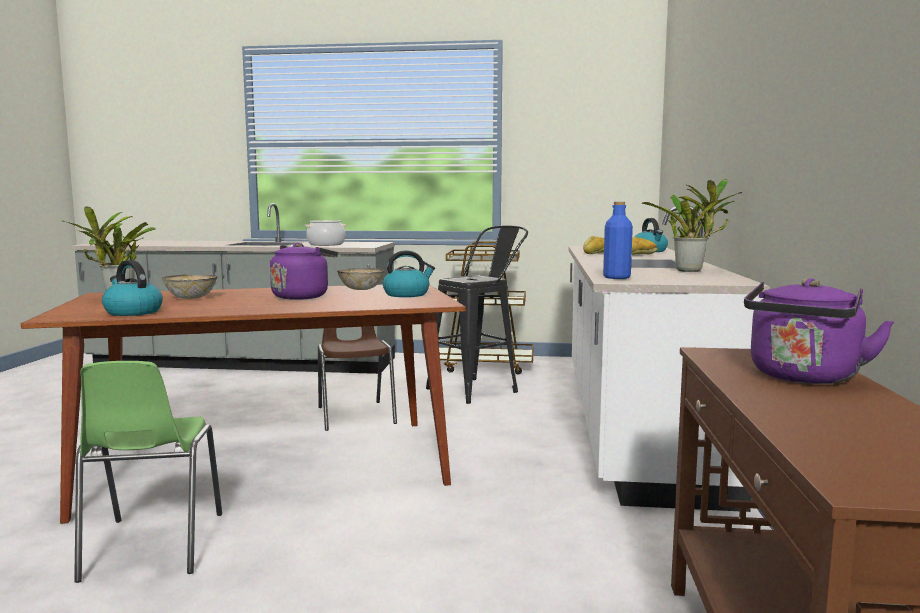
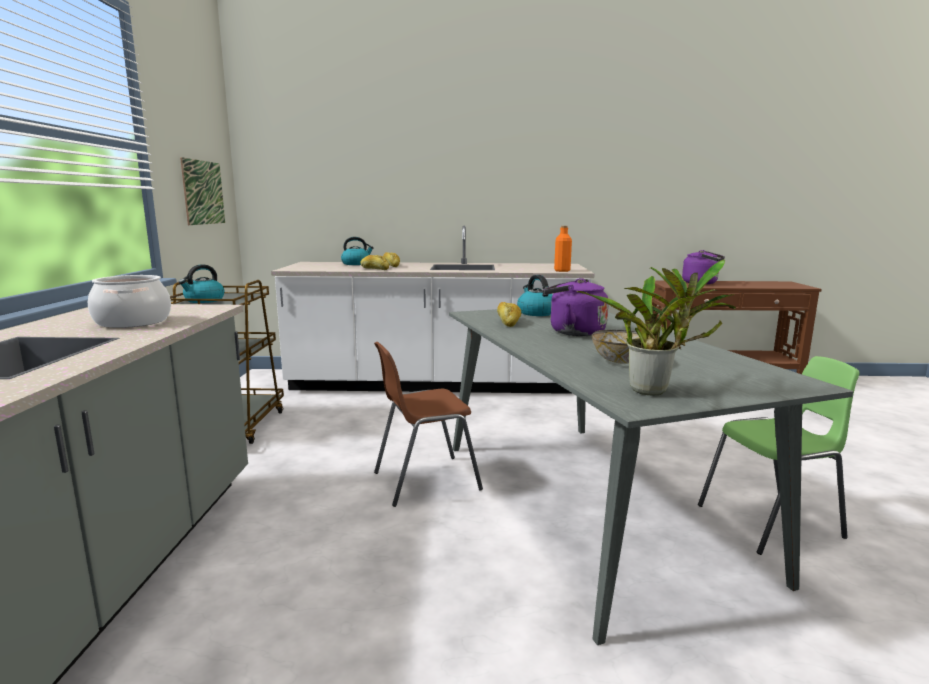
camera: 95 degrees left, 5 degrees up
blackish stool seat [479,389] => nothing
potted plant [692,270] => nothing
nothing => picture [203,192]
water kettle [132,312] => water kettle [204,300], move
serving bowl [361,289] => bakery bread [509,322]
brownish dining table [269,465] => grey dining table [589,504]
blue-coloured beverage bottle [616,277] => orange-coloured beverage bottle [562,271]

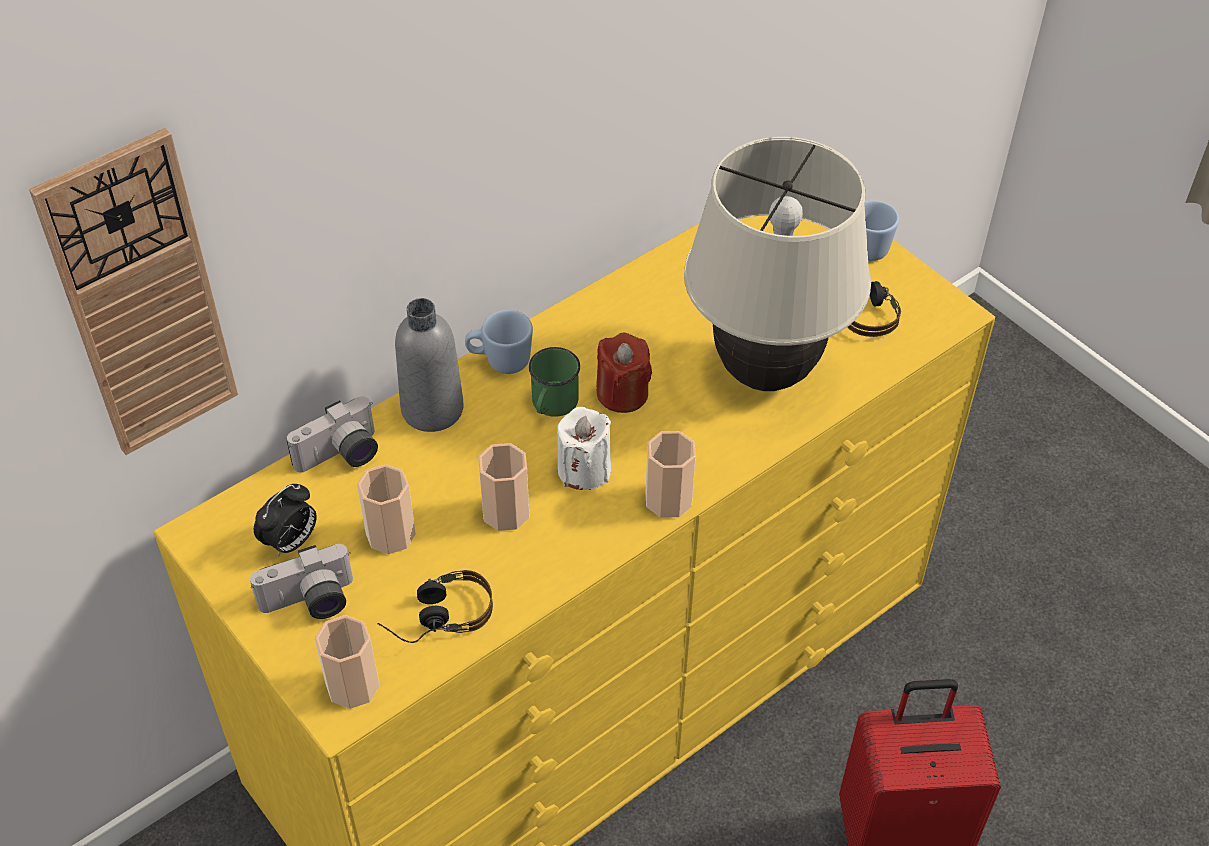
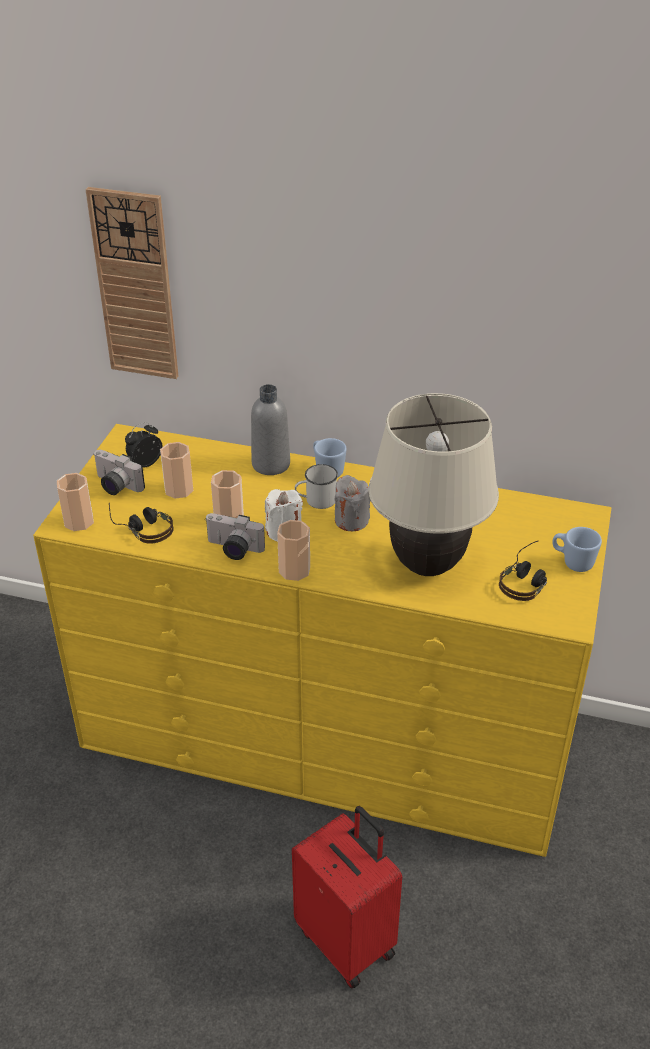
camera: 55 degrees right, 10 degrees down
photo camera [341,457] => photo camera [233,549], move
greenish coffee mug [552,405] => whitish coffee mug [316,500]
red candle [622,393] => grey candle [351,520]
table clock [291,542] => table clock [145,463], 135 degrees clockwise

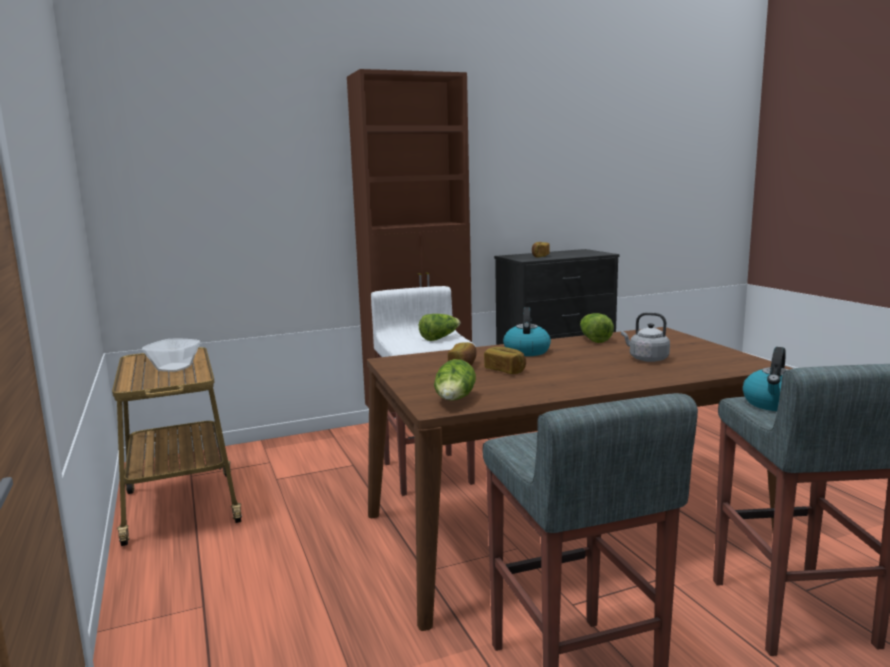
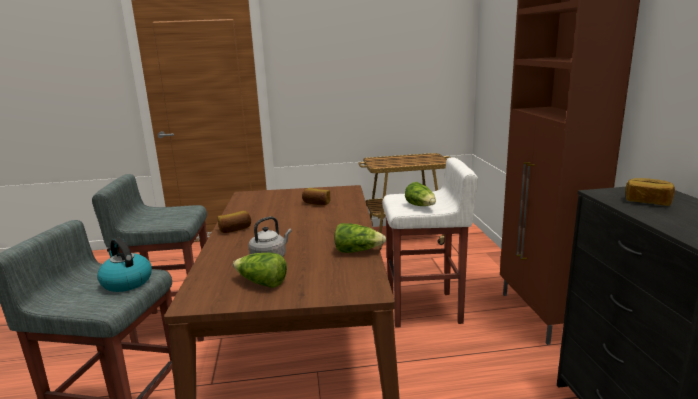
camera: 105 degrees right, 5 degrees up
serving bowl [175,367] => nothing
water kettle [526,351] => nothing
lettuce [454,400] => lettuce [261,283], move
bakery bread [505,370] => bakery bread [235,229], move

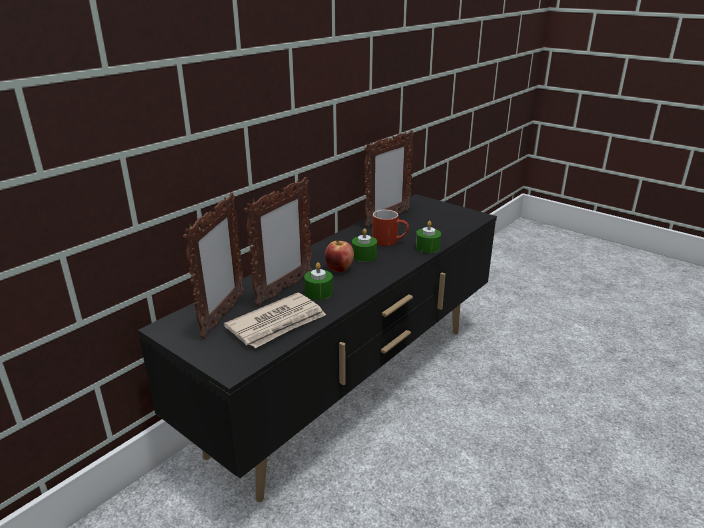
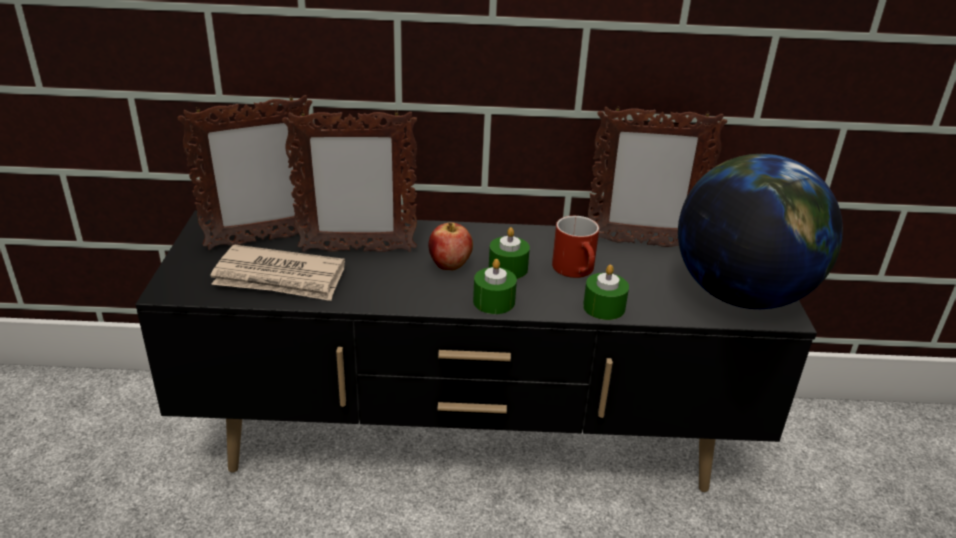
camera: 50 degrees right, 5 degrees up
nothing => desk globe [741,294]
greenish candle [318,292] => greenish candle [494,301], move

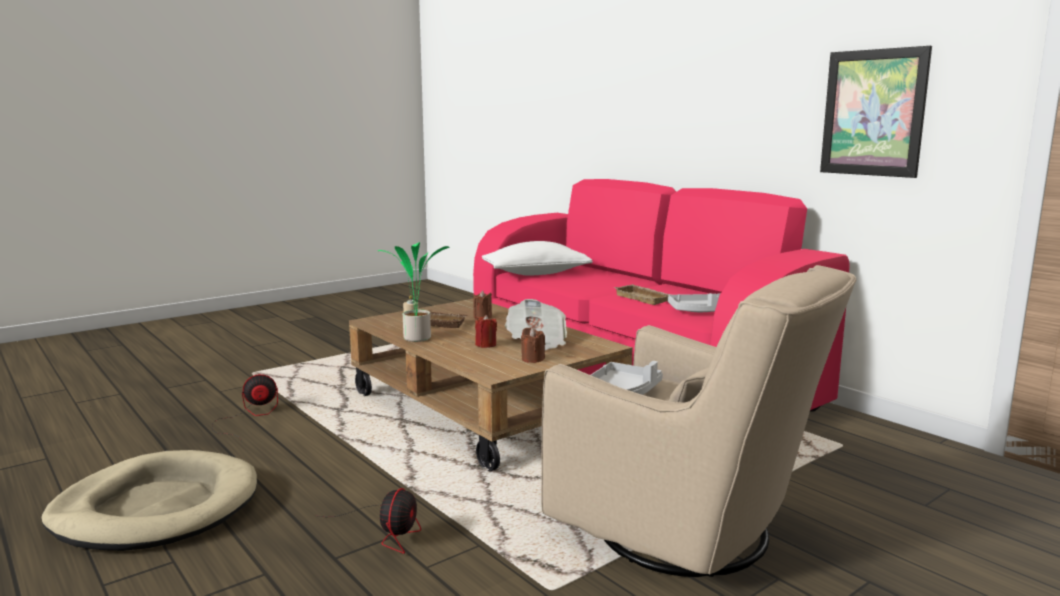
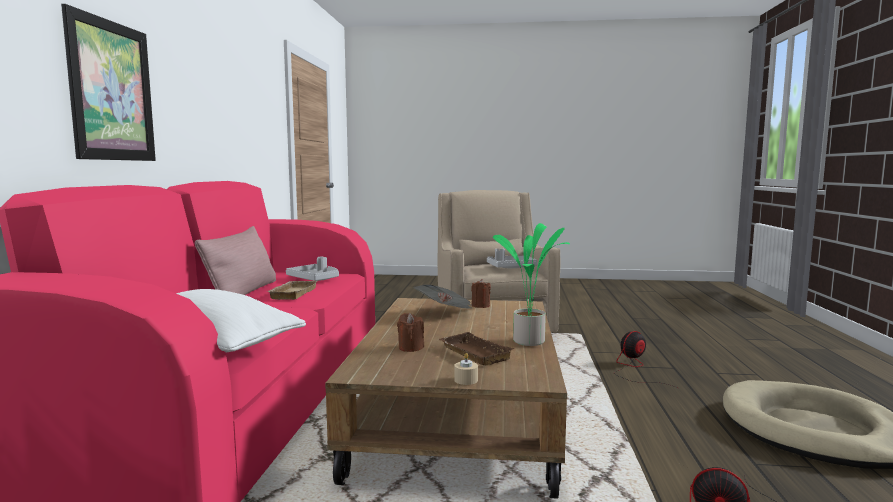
camera: 135 degrees left, 5 degrees down
red candle [485,345] => nothing
nothing => pink throw pillow [243,293]
picture [873,113] => picture [111,91], move

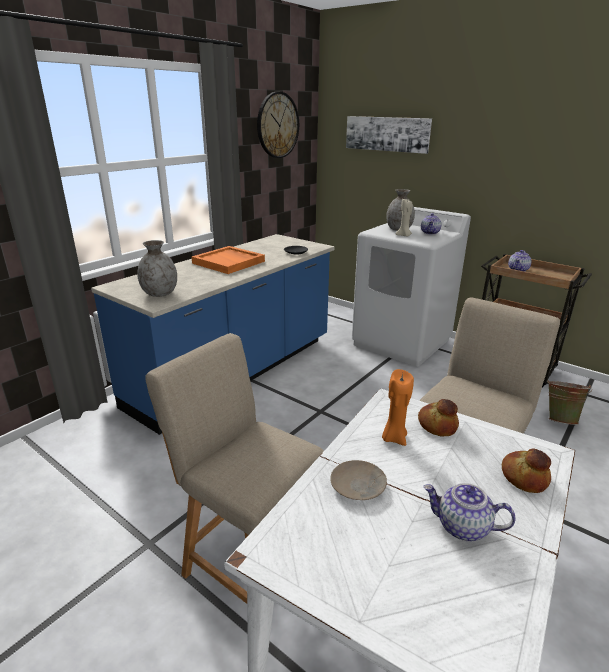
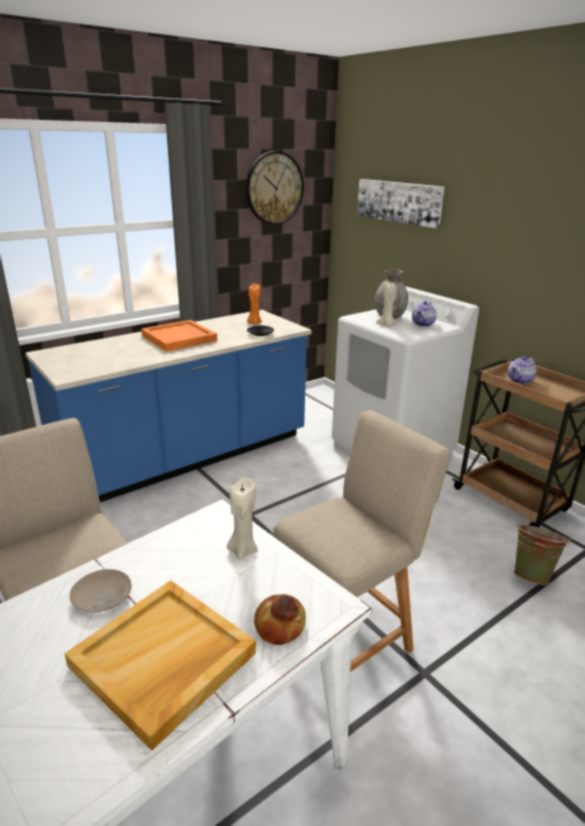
camera: 15 degrees right, 0 degrees up
grey vase [159,293] => nothing
orange-coloured candle [394,438] => orange-coloured candle [254,323], move
bakery bread [437,425] => beige-coloured candle [242,550]
tea pot [462,527] => beige-coloured serving tray [163,661]

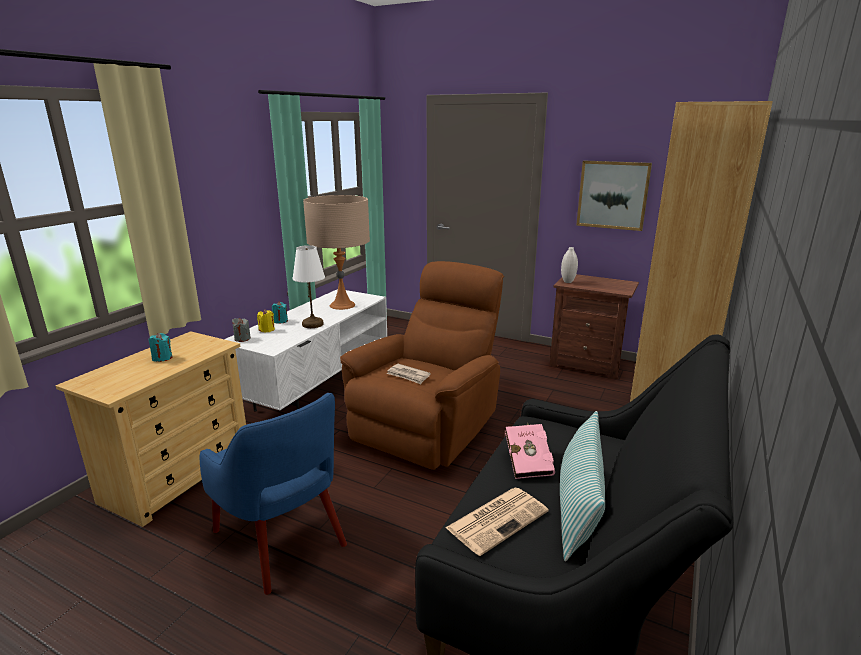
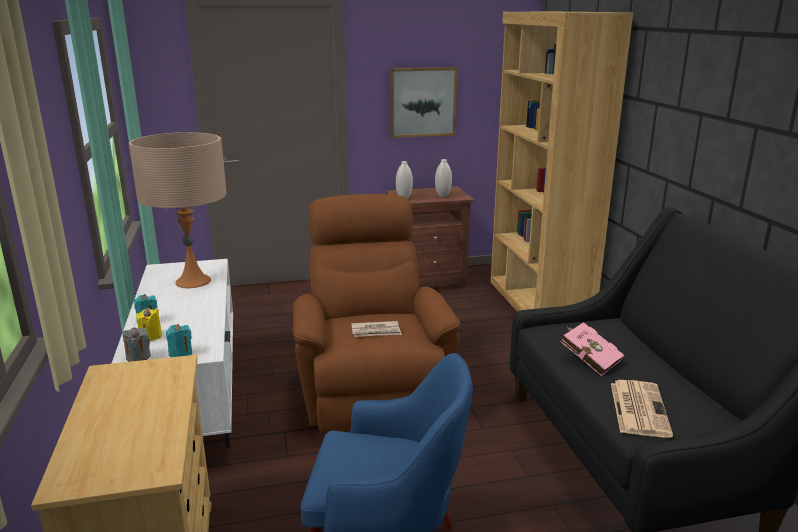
camera: 40 degrees left, 0 degrees up
whitish tabletop lamp [312,324] => nothing
throw pillow [578,507] => nothing
nothing => whitish vase [443,196]
turquoise-coloured candle [162,358] => turquoise-coloured candle [180,354], move

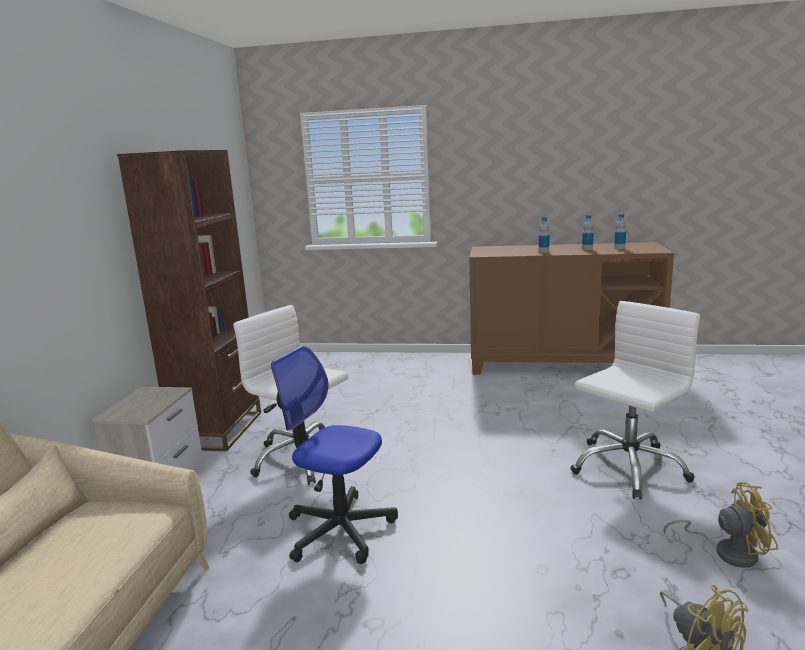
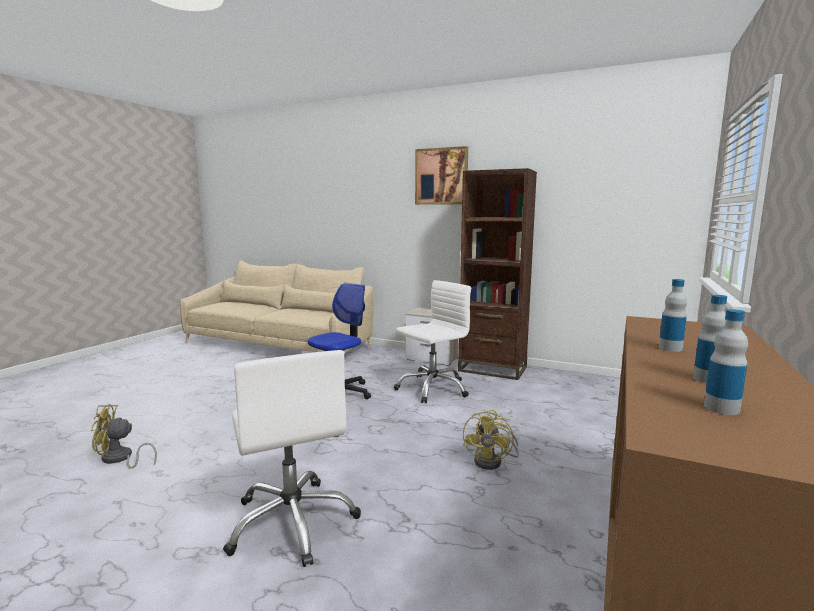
camera: 105 degrees right, 5 degrees down
nothing => picture [441,176]
yellow-coloured fan [727,552] => yellow-coloured fan [493,462], move

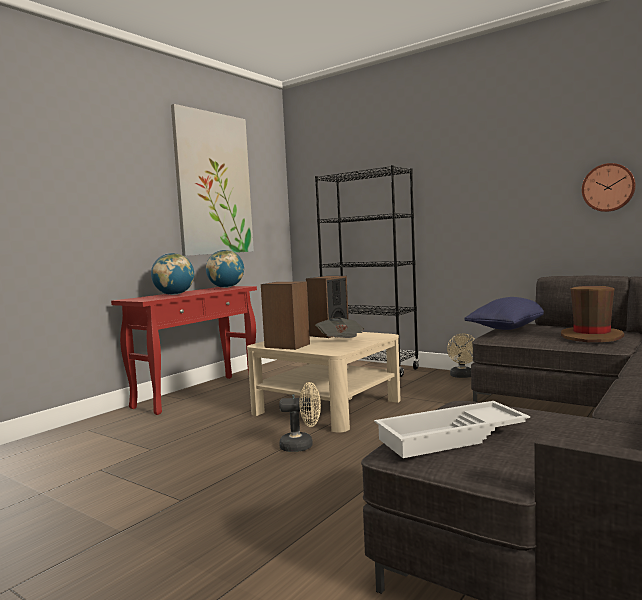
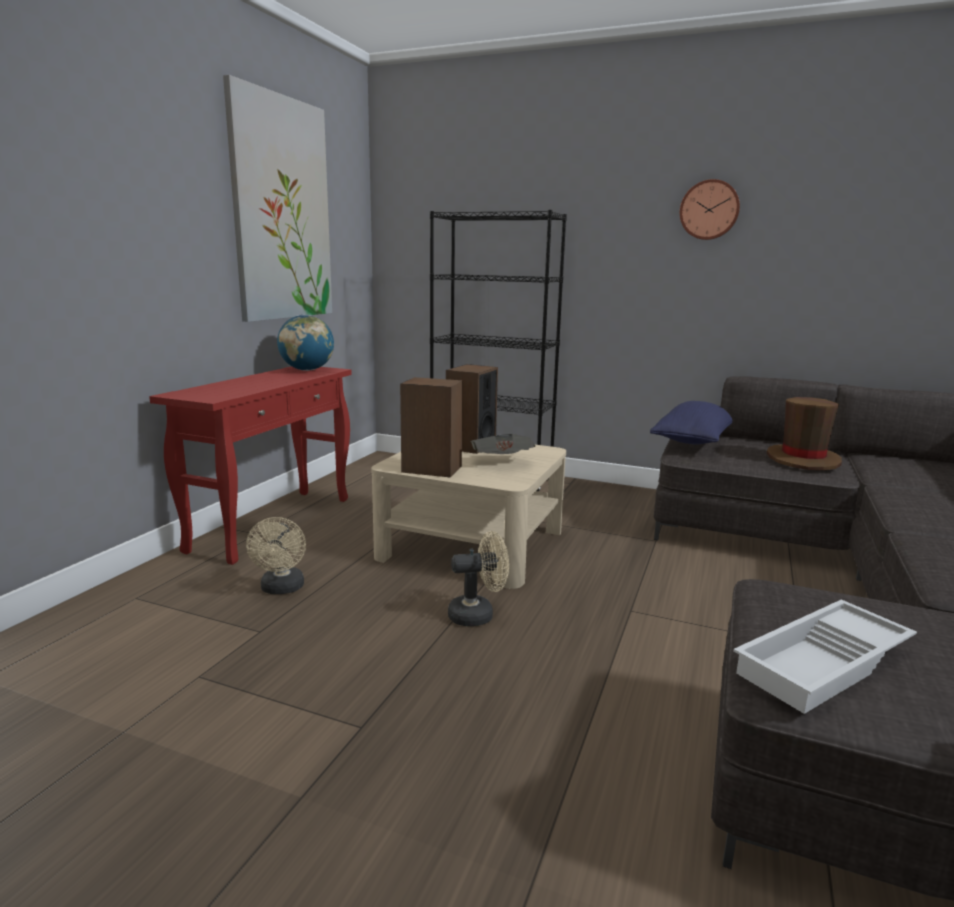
camera: 15 degrees left, 10 degrees up
desk globe [174,294] => nothing
beige-coloured fan [462,376] => beige-coloured fan [282,589], move
hanging clock [608,187] => hanging clock [709,210], move

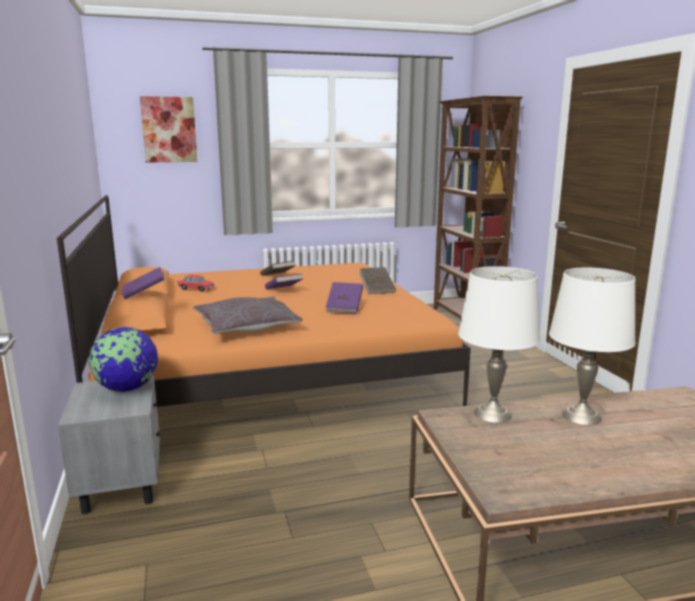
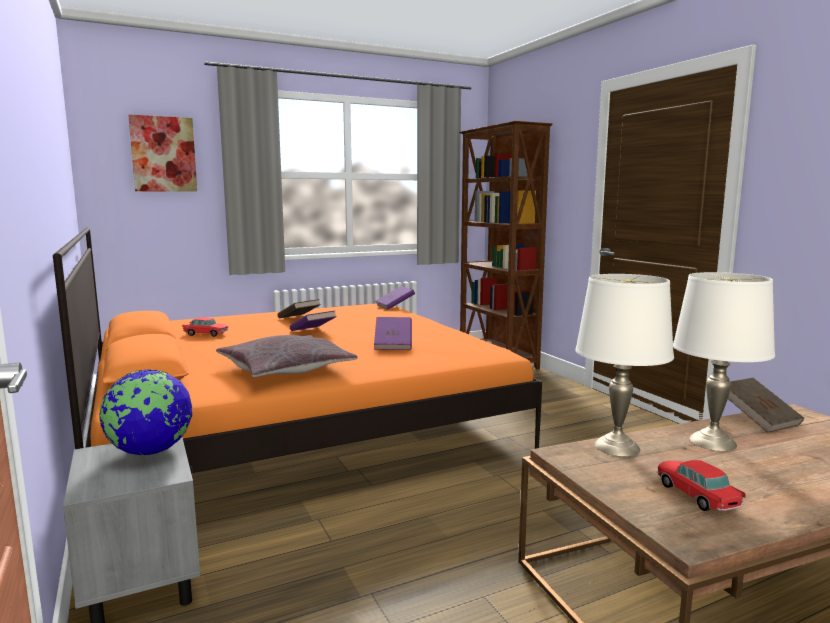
camera: 10 degrees left, 5 degrees down
nothing => toy car [696,495]
purplish book [144,293] => purplish book [395,306], move
brownish book [377,289] => brownish book [758,419], move

